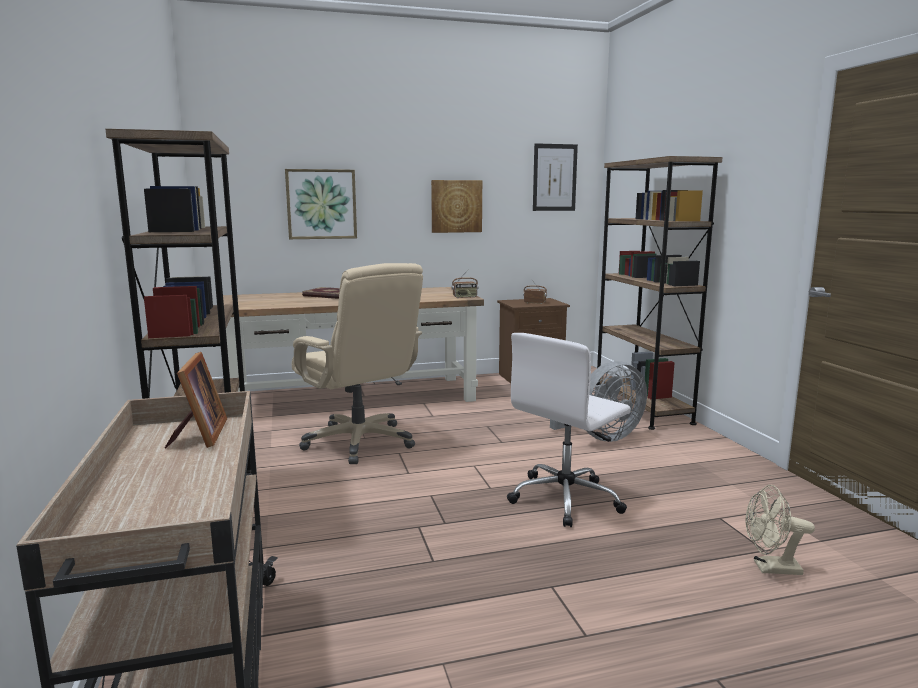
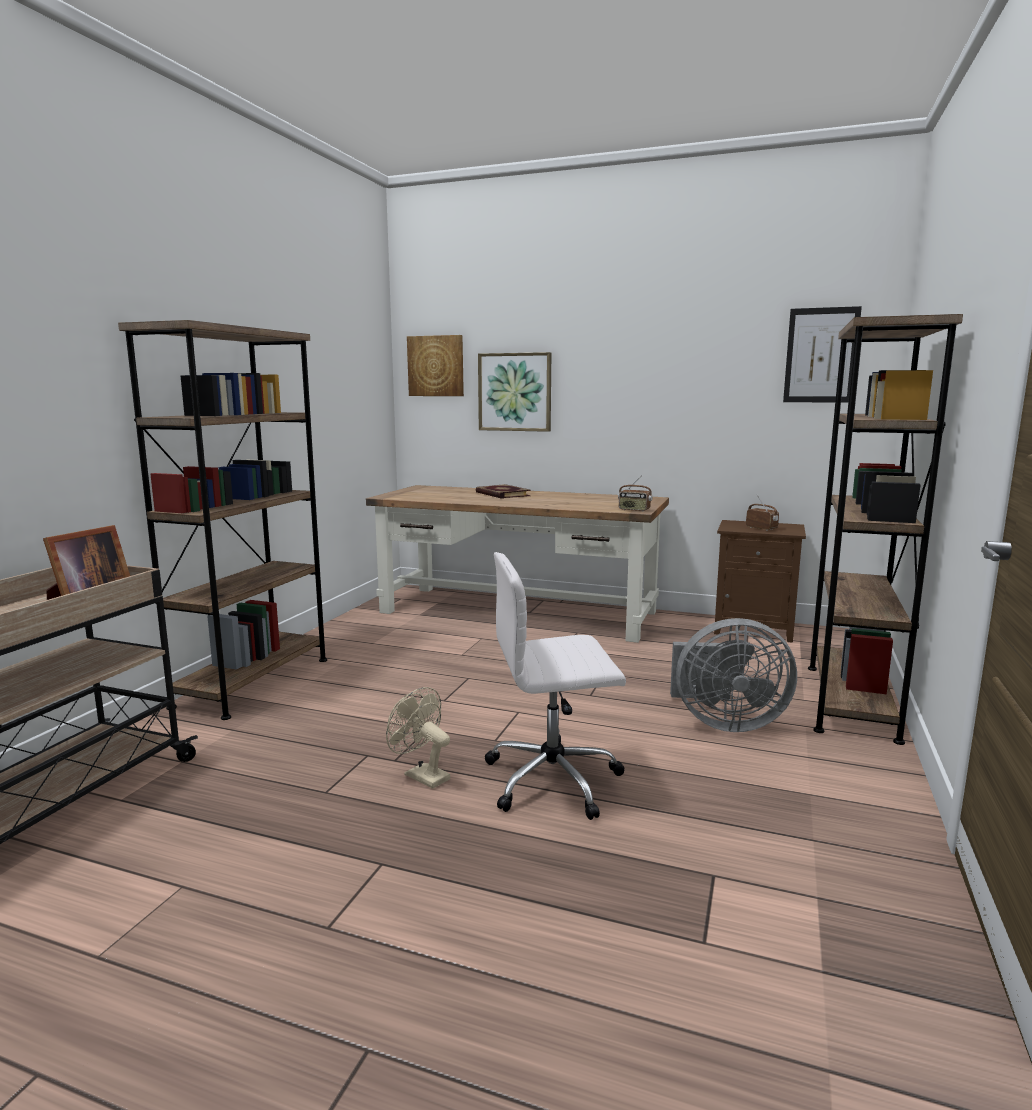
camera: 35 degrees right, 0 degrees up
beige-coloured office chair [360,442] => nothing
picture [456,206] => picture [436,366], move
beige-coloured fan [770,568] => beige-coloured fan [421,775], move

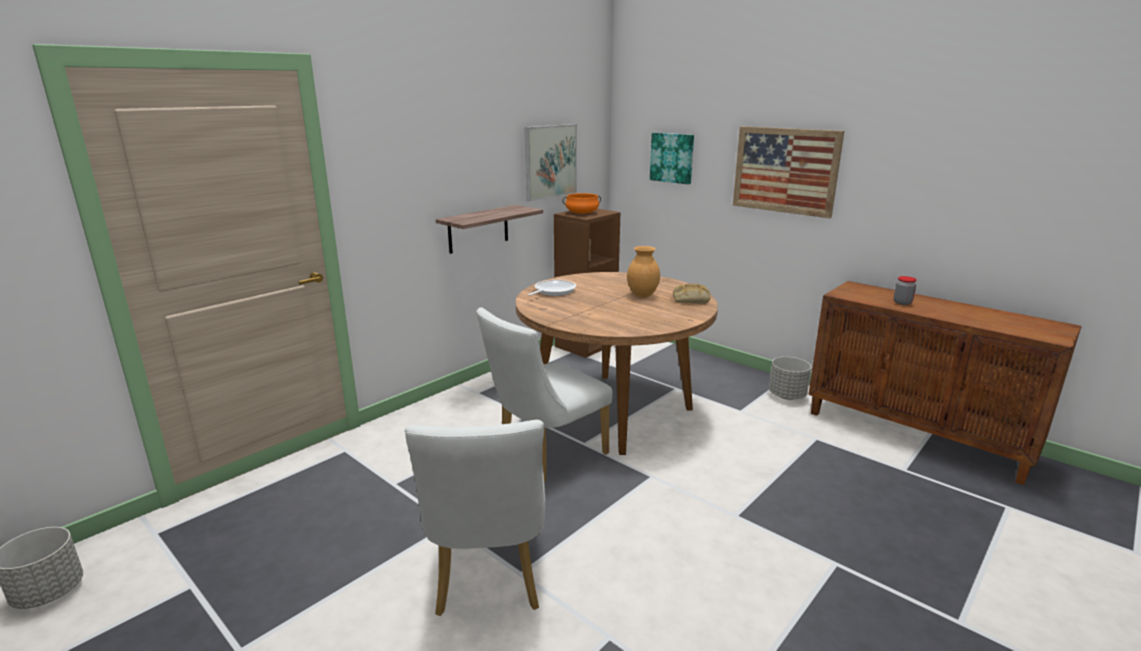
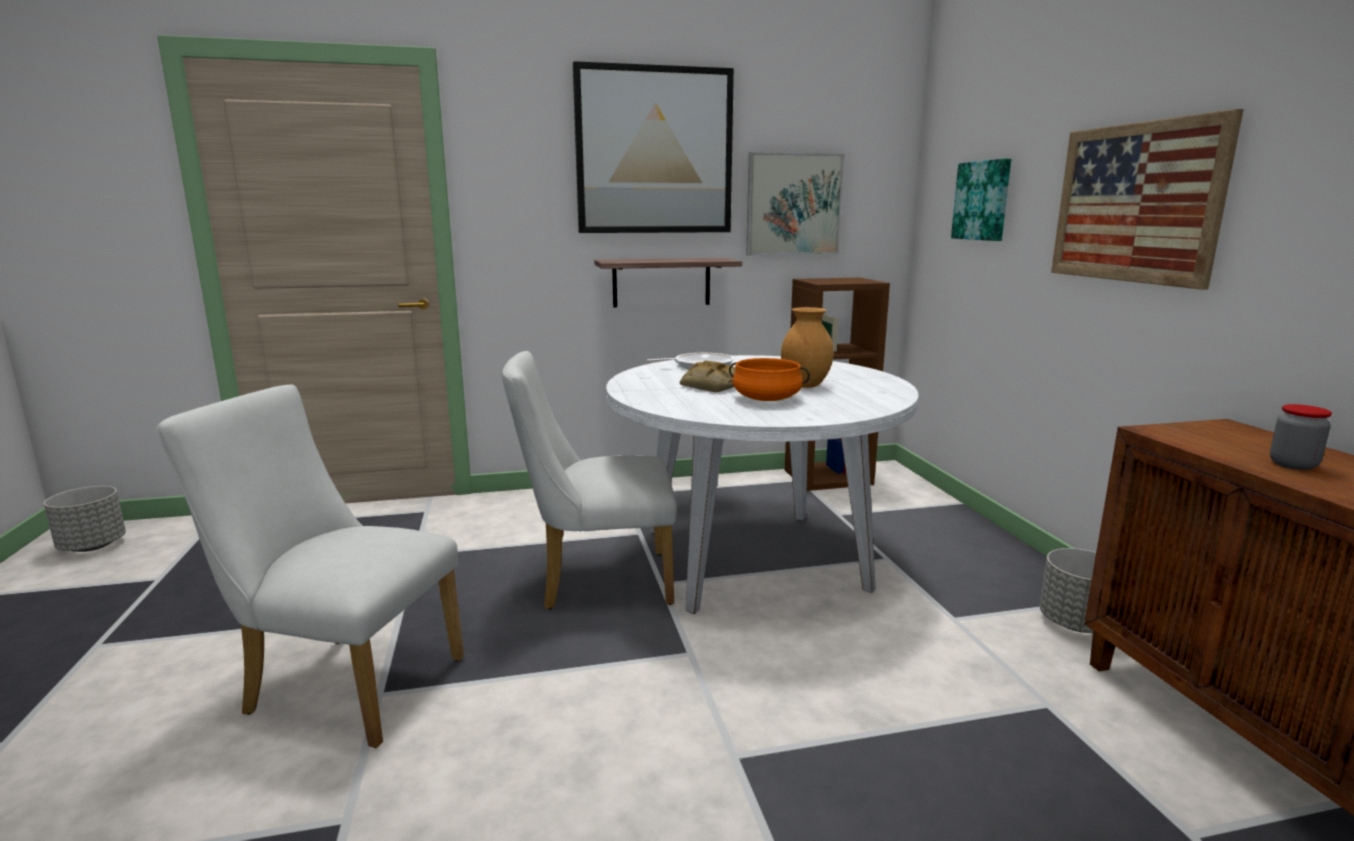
camera: 35 degrees right, 5 degrees down
nothing => picture [654,151]
orange-coloured saucepot [582,213] => orange-coloured saucepot [767,399], move
bakery bread [690,299] => bakery bread [710,386], move
brownish dining table [612,410] => whitish dining table [753,558]
whitish chair [488,579] => whitish chair [344,684], 75 degrees clockwise

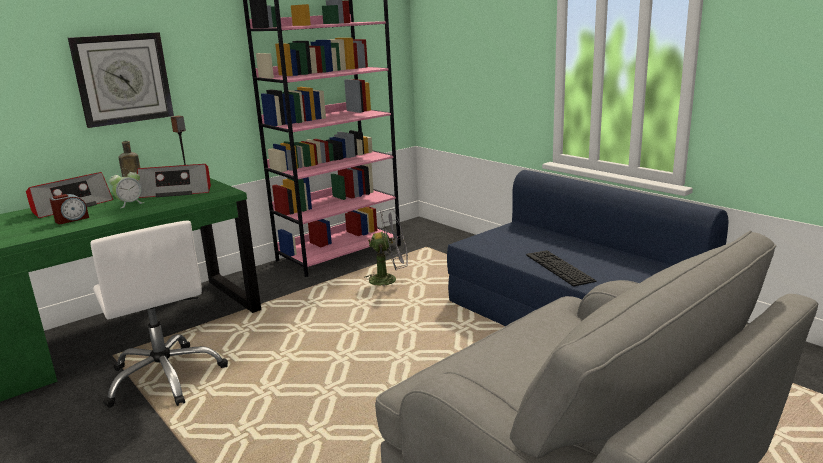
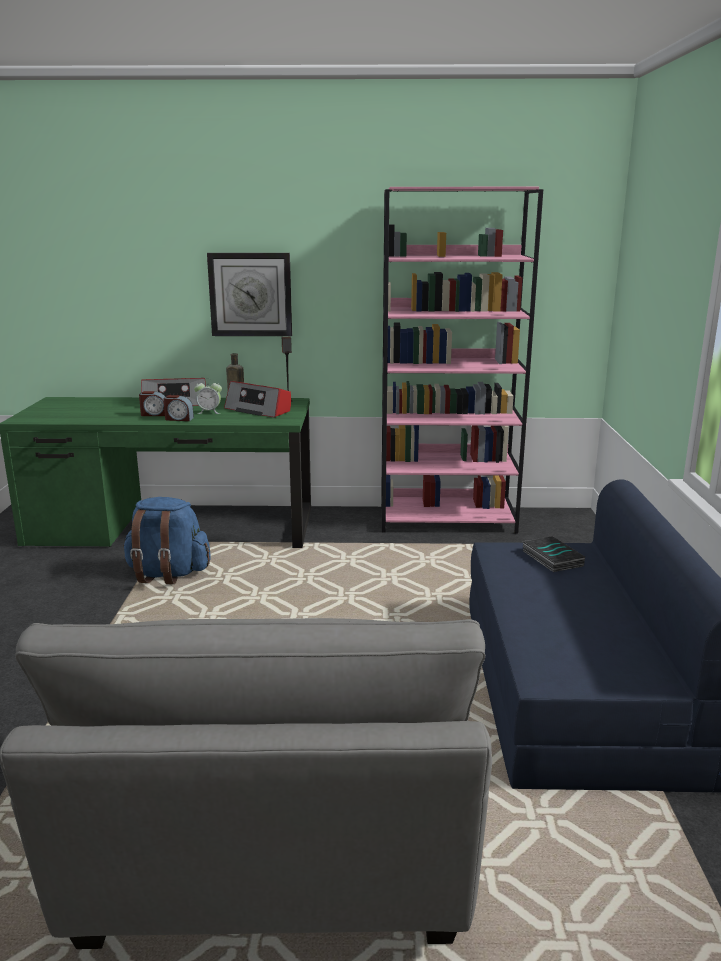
camera: 40 degrees right, 0 degrees up
grey fan [389,279] => nothing
PC keyboard [559,267] => nothing
nothing => table clock [179,419]
nothing => book [551,558]
whitish office chair [165,377] => blue-coloured backpack [167,574]

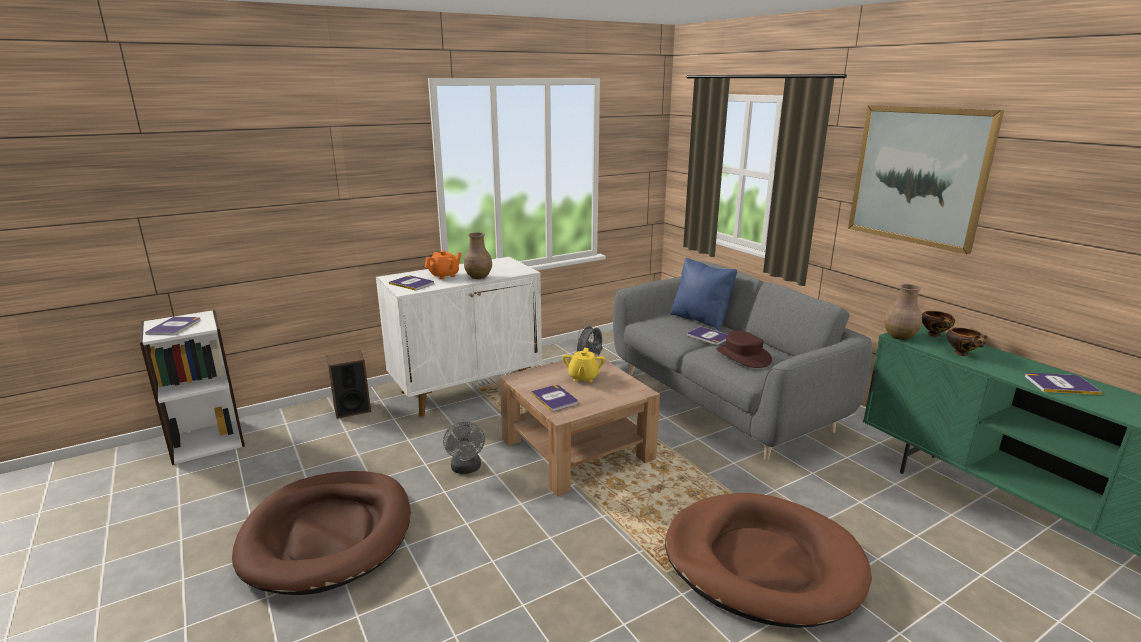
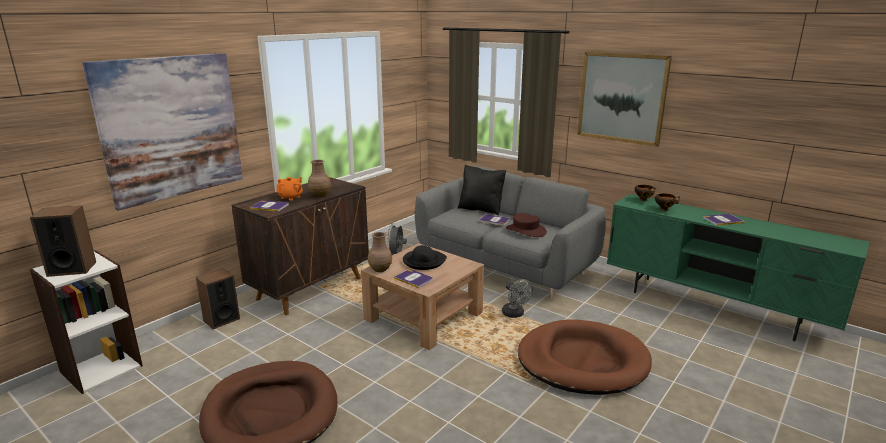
camera: 20 degrees left, 0 degrees up
nothing => picture [171,127]
grey fan [466,469] => grey fan [515,314], move
brownish vase [899,336] => brownish vase [380,269], move
book [174,327] => audio speaker [72,269]
yellow-coloured tea pot [583,377] => blackish clothing hat [424,261]
whitish cabinet [467,389] => brownish cabinet [311,288]
blue-coloured throw pillow [700,319] => blackish throw pillow [481,209]

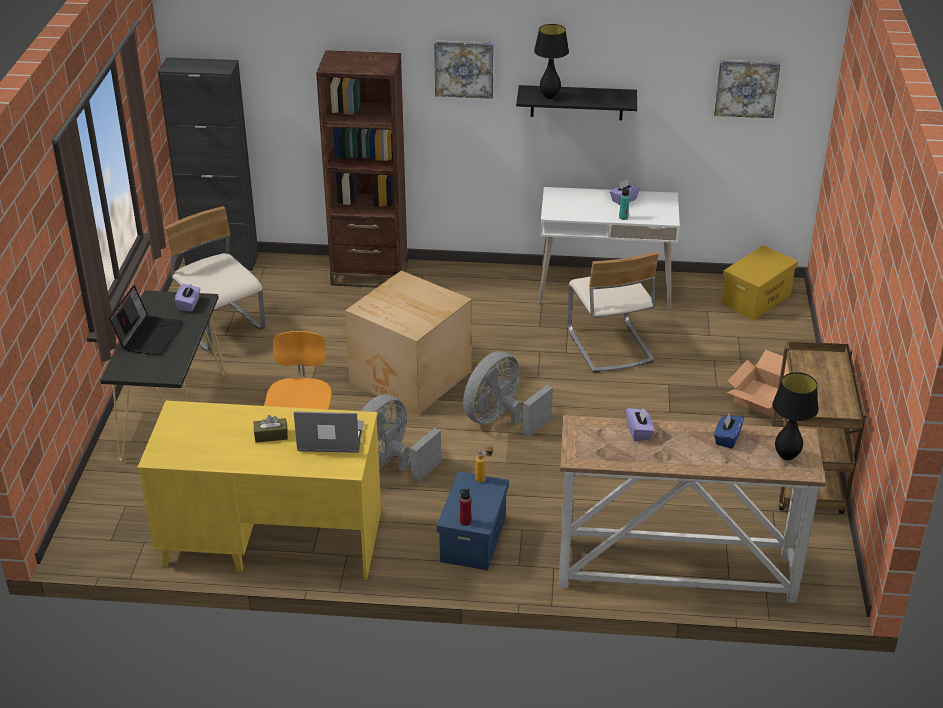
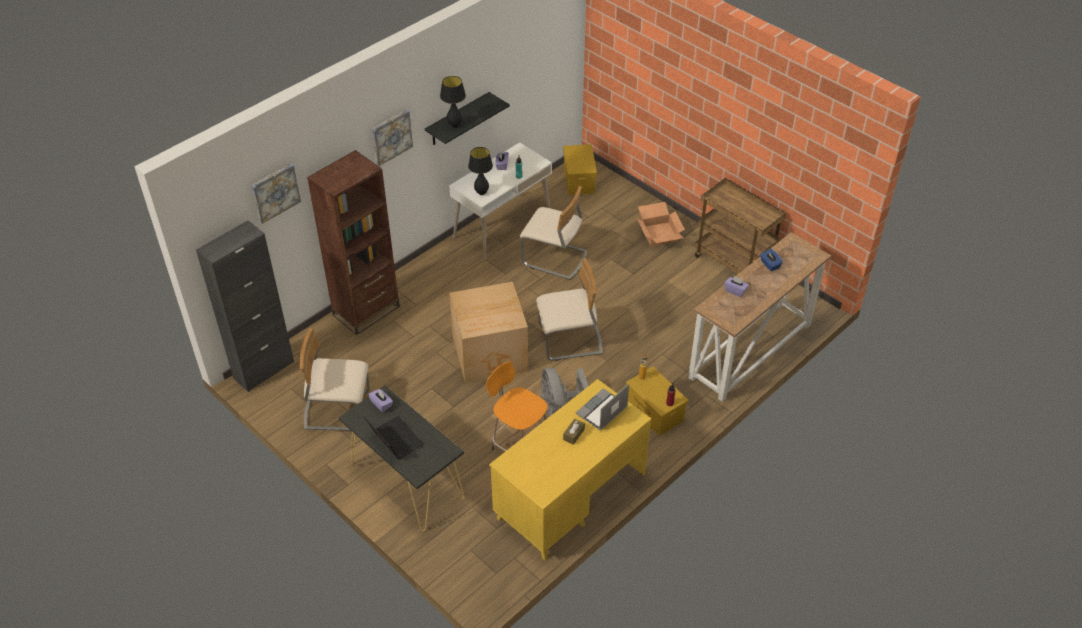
camera: 50 degrees left, 10 degrees up
picture [746,88] => picture [275,192], move
blackish tabletop lamp [786,456] => blackish tabletop lamp [481,192], move
grey fan [501,420] => beige-coloured chair [570,341]
blue-coloured storage box [473,538] => yellow-coloured storage box [654,411]

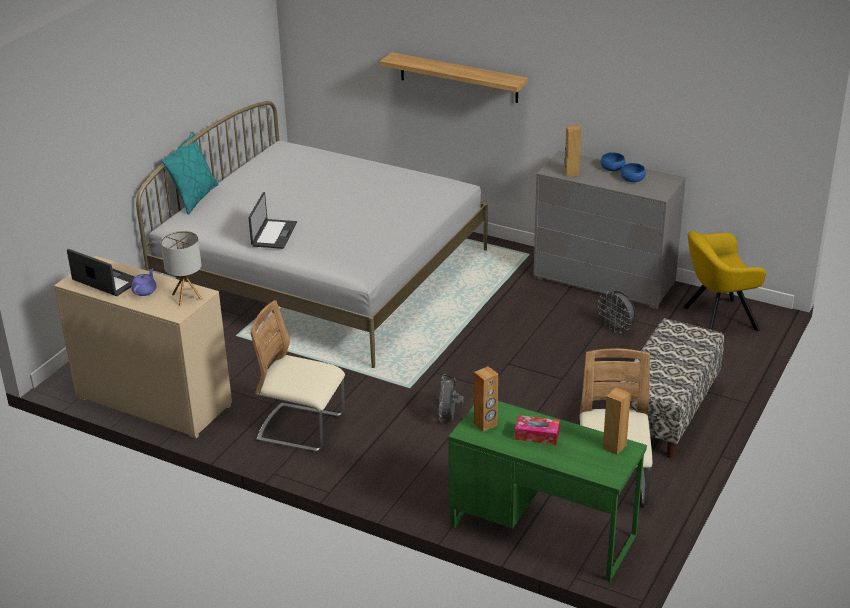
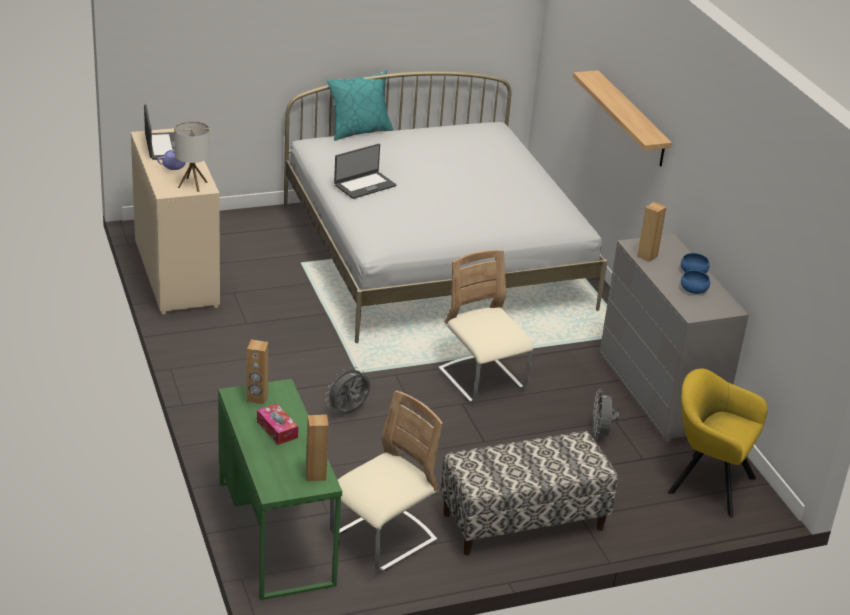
camera: 40 degrees right, 0 degrees up
beige-coloured chair [301,428] => beige-coloured chair [482,380], move

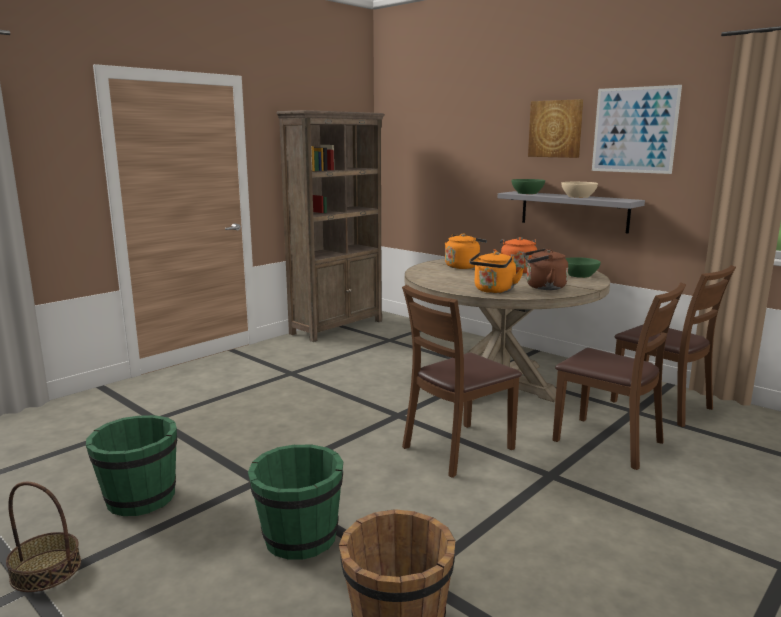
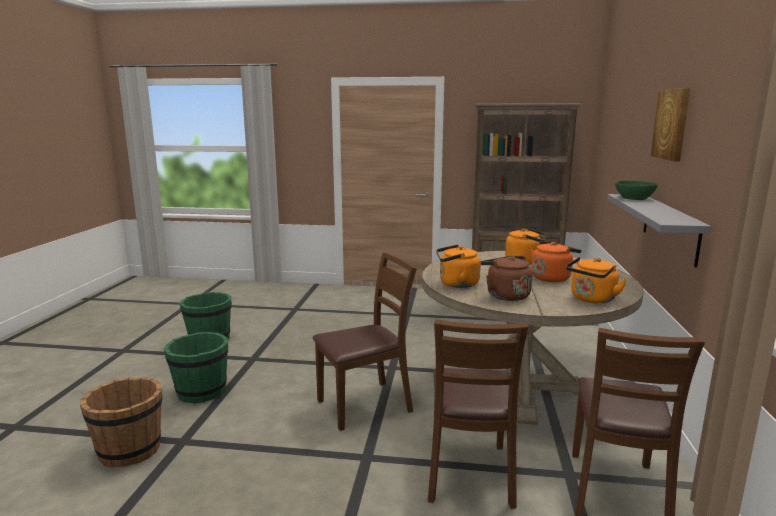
camera: 55 degrees right, 0 degrees up
storage basket [45,570] => nothing
beige-coloured serving bowl [578,197] => nothing
picture [634,130] => nothing
greenish serving bowl [579,275] => orange-coloured water kettle [591,299]
brownish chair [457,449] => brownish chair [365,405], 135 degrees clockwise

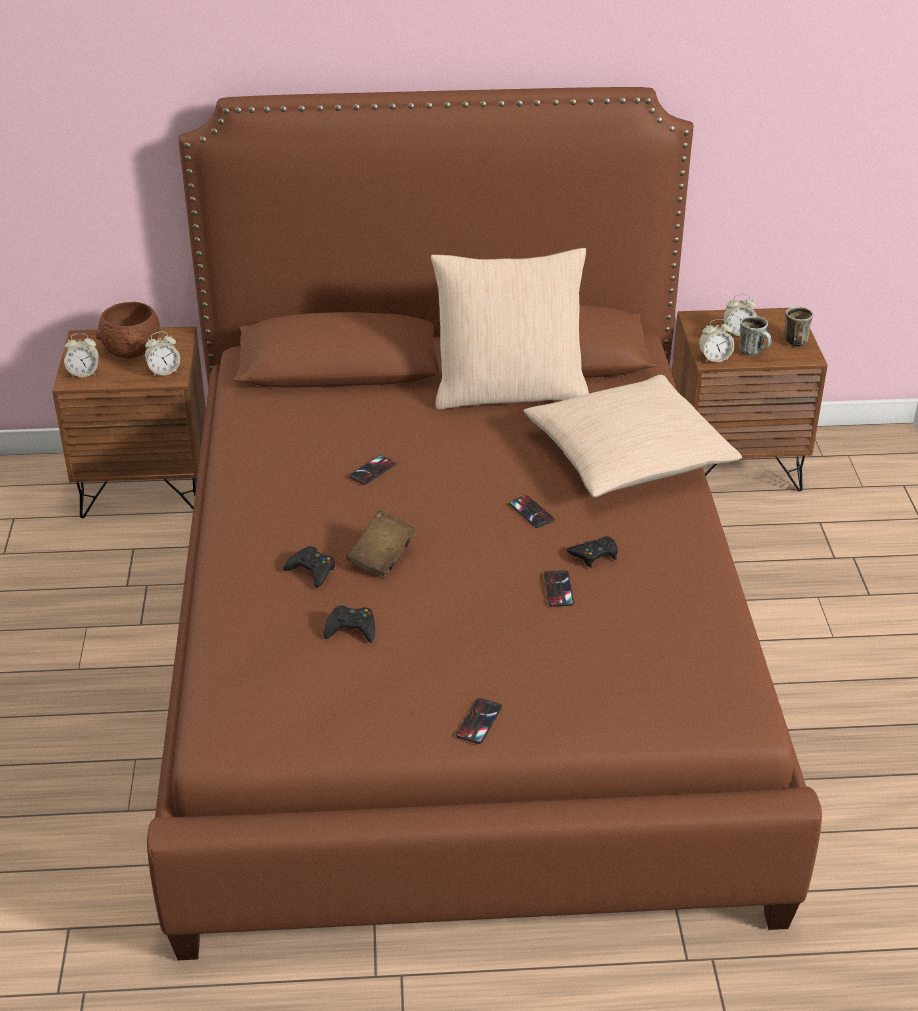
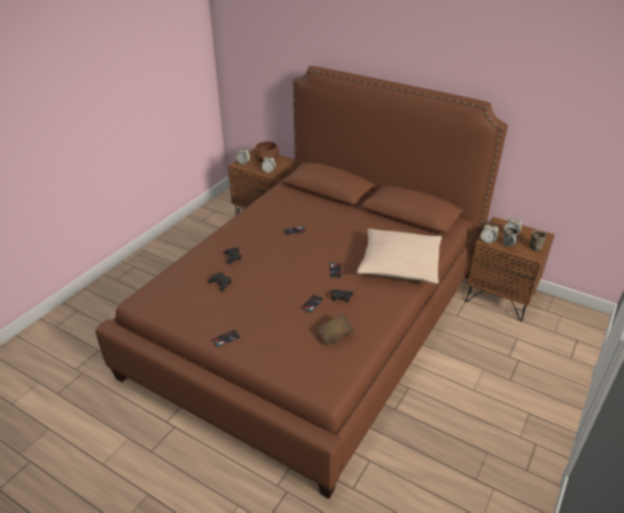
camera: 35 degrees right, 0 degrees up
beige-coloured throw pillow [509,391] => nothing
brownish book [382,557] => brownish book [335,335], move

